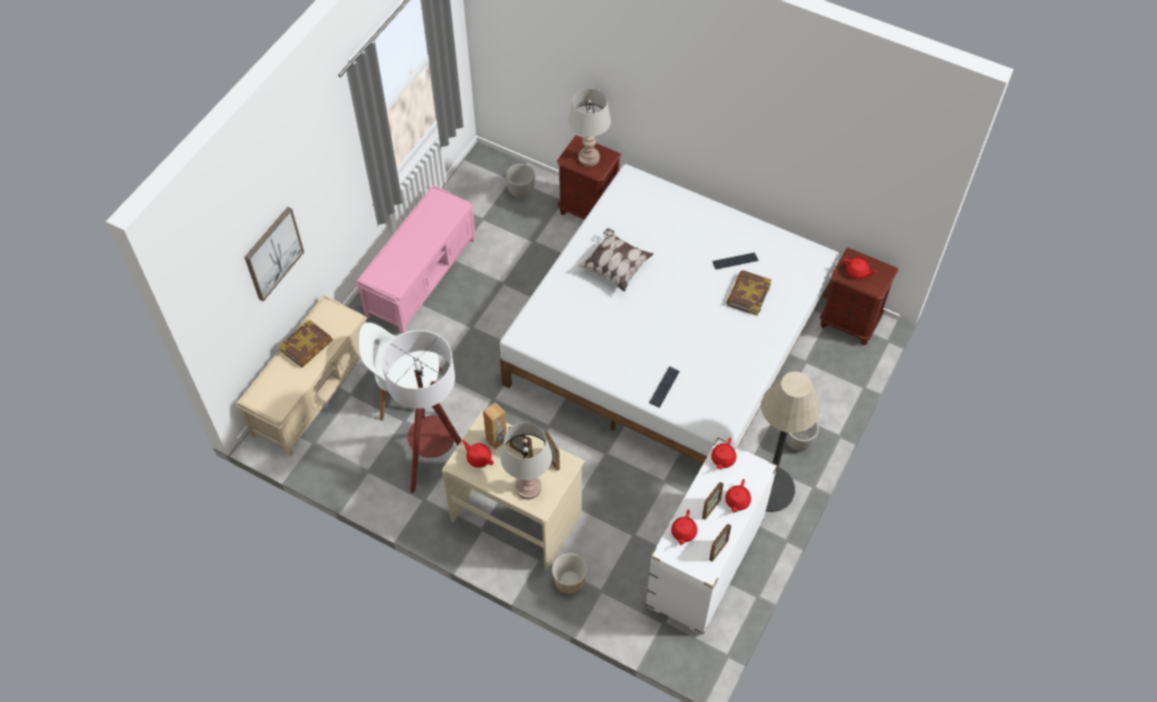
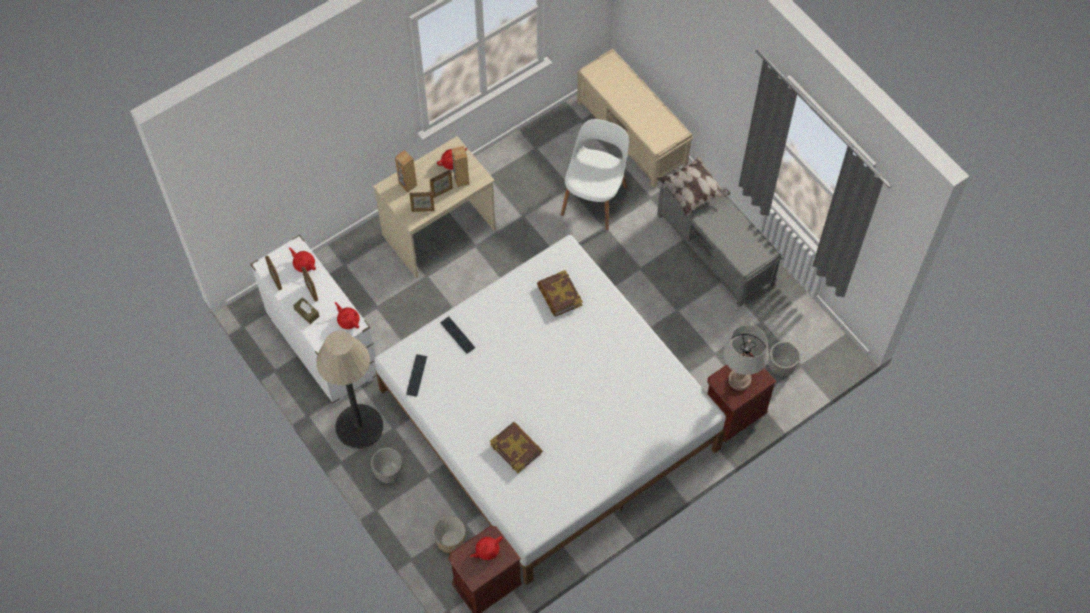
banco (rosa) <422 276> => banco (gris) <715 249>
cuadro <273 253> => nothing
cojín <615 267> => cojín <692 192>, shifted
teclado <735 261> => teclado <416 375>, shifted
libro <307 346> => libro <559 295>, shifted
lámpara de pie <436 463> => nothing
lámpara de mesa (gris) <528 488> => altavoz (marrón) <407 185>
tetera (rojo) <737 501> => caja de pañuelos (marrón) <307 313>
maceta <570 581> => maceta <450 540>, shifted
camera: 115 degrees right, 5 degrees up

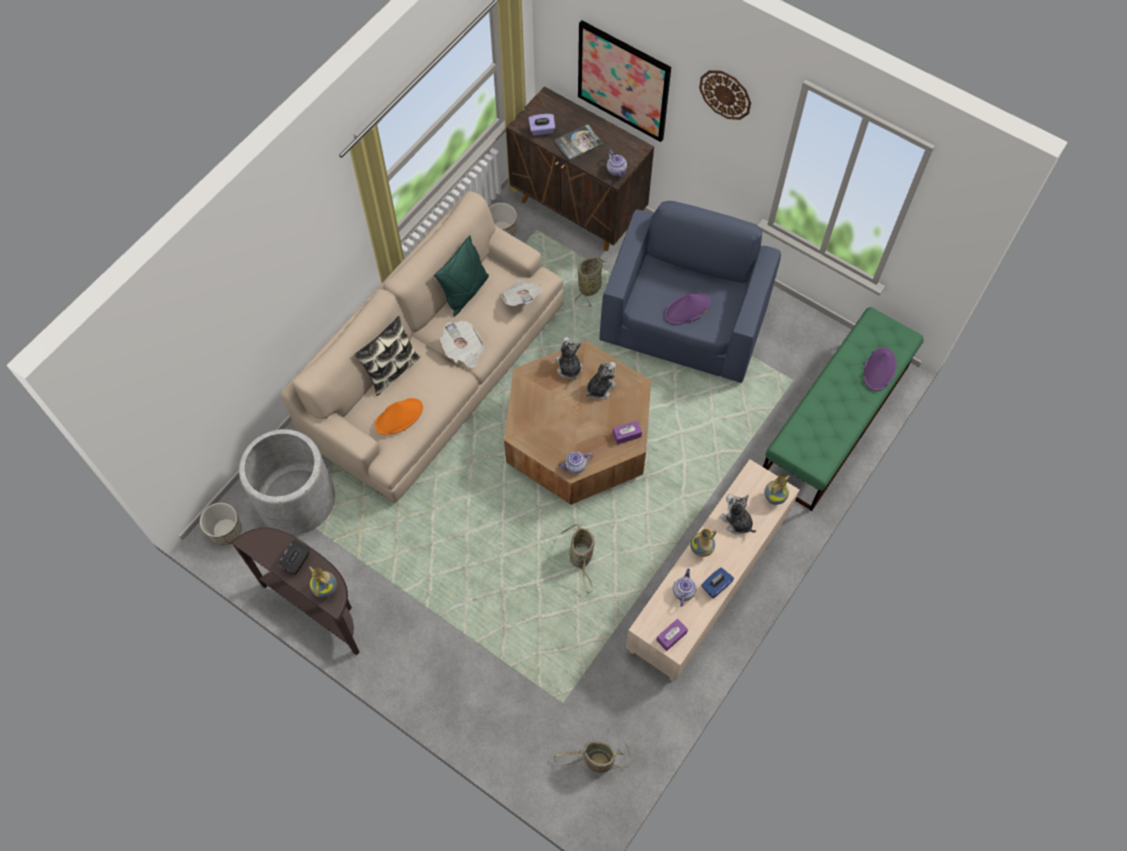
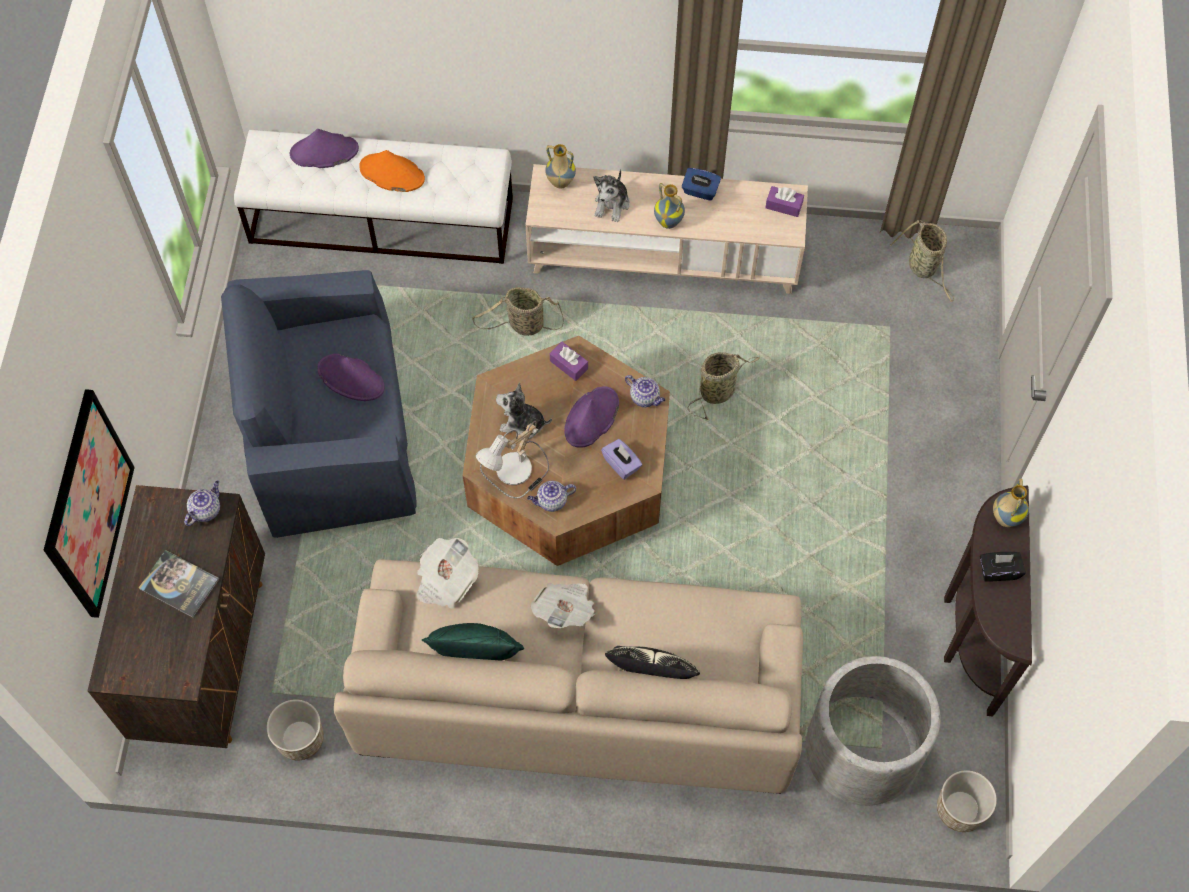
reloj de pared <725 94> => nothing
caja de pañuelos (morado) <542 130> => caja de pañuelos (morado) <621 464>, shifted
cesta <590 286> => cesta <523 325>, shifted
banco (verde) <834 422> => banco (blanco) <382 220>
peluche <569 367> => lámpara de mesa <514 473>
sombrero (naranja) <399 417> => sombrero (naranja) <391 173>, shifted
tetera <683 591> => tetera <551 501>, shifted
nothing => sombrero (morado) <591 418>
camera: 120 degrees left, 0 degrees up

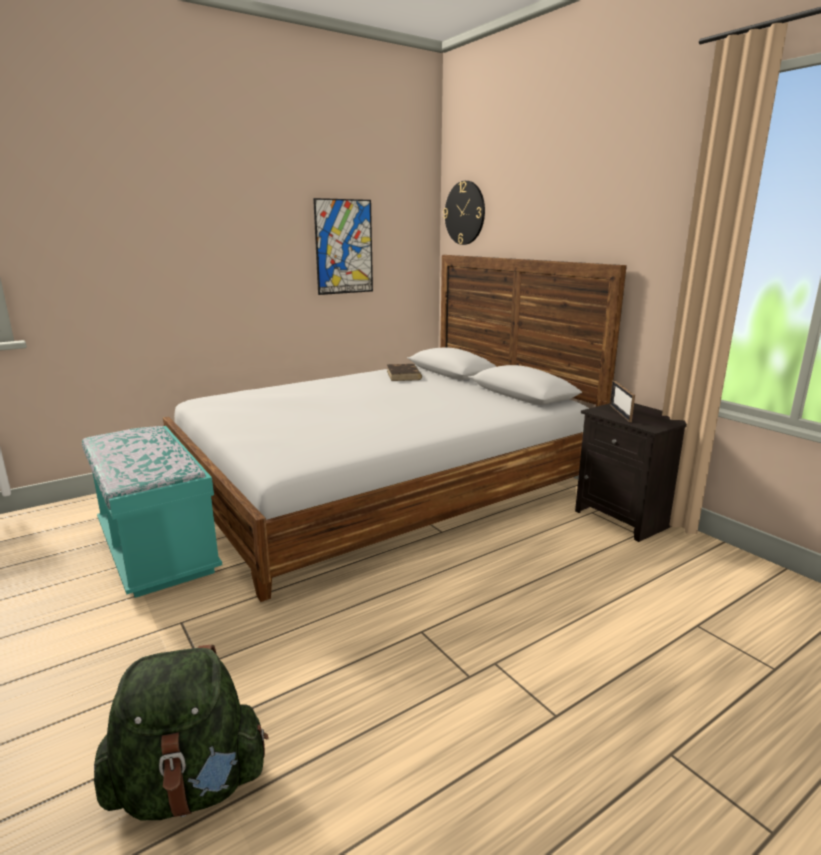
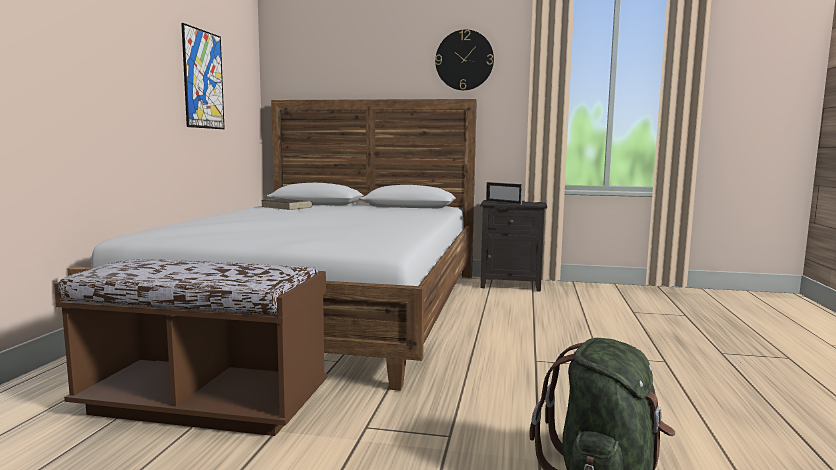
reloj de pared <465 213> => reloj de pared <464 60>, shifted
banco (turquesa) <157 549> => banco (marrón) <204 404>
camera: 45 degrees left, 10 degrees down

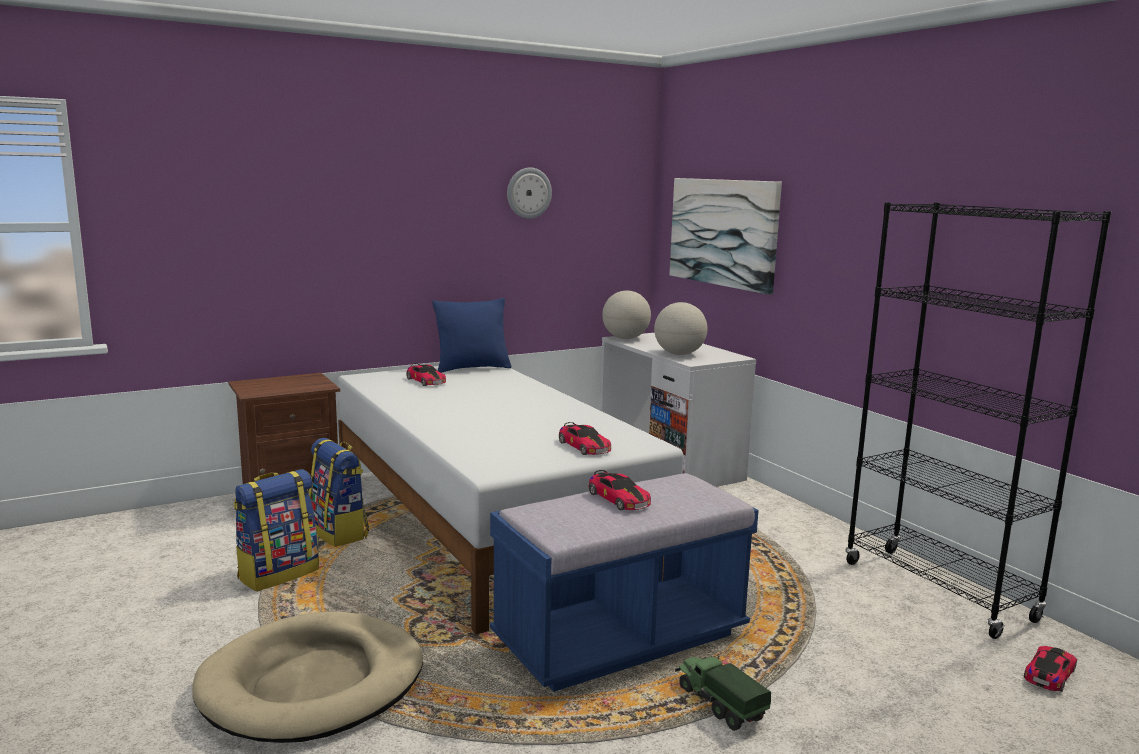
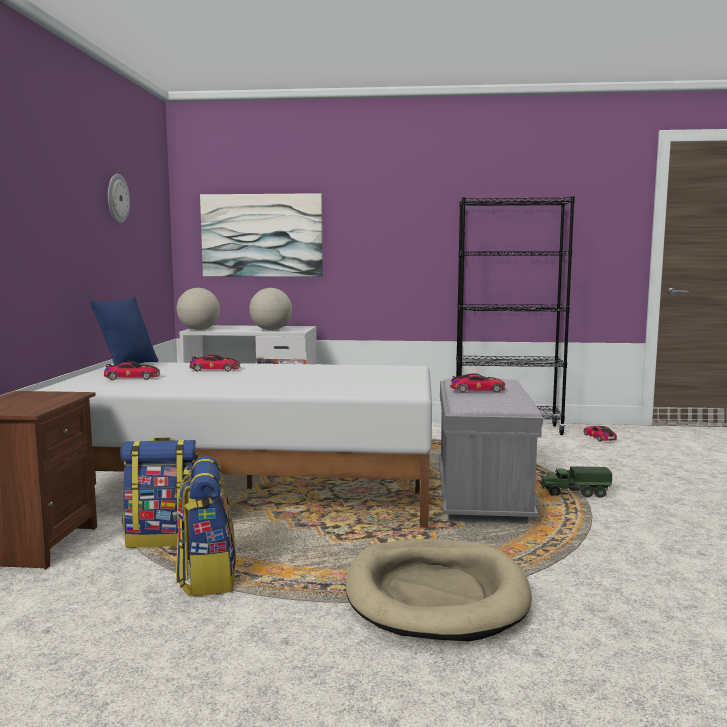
coche de juguete <584 446> => coche de juguete <215 369>, shifted
banco (azul) <620 640> => banco (gris) <481 495>
camera: 55 degrees left, 5 degrees down

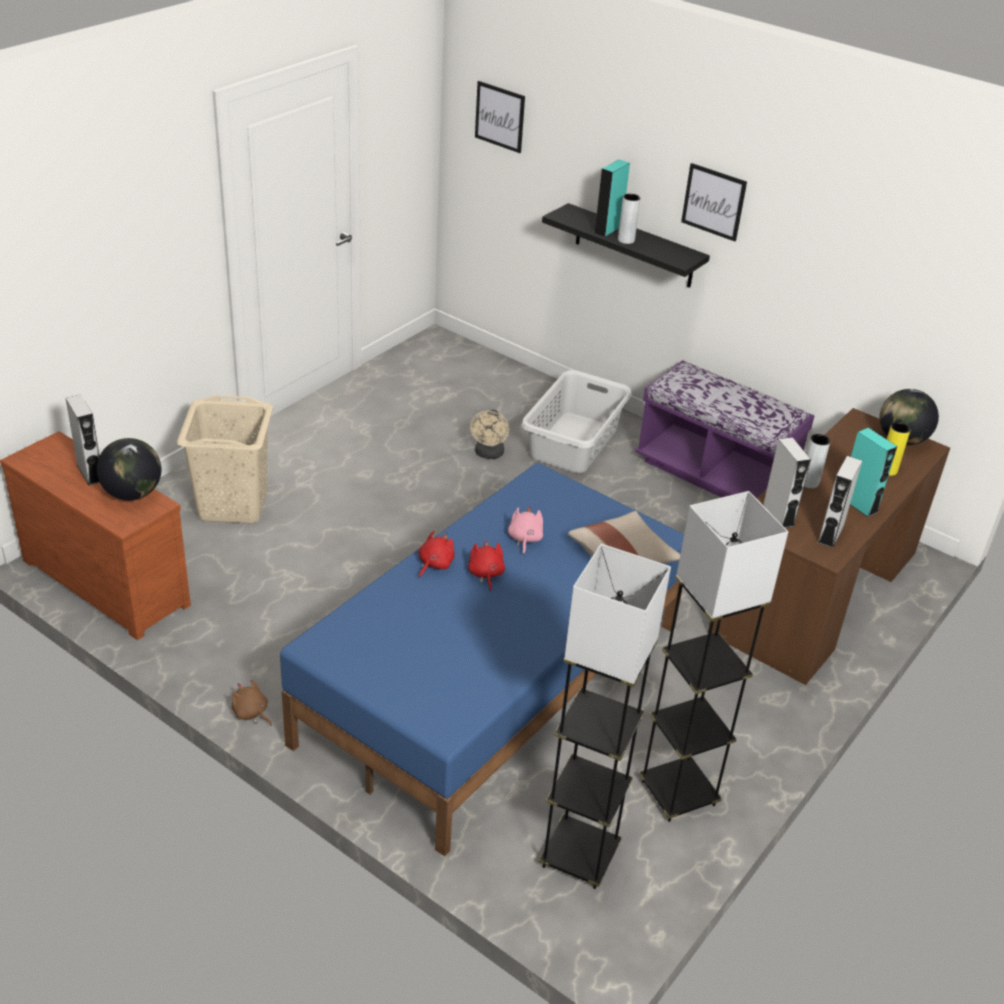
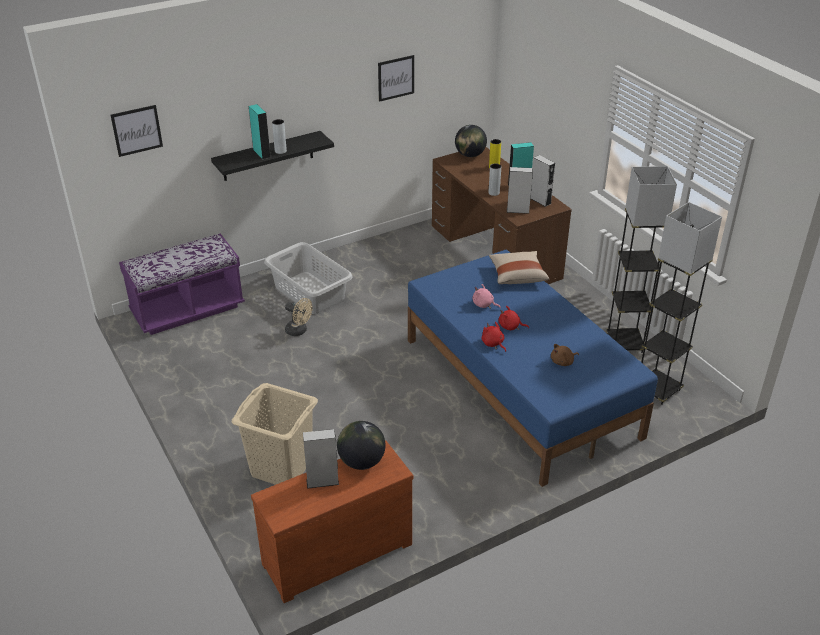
cuadro <713 202> => cuadro <396 78>, shifted
banco (morado) <714 474> => banco (morado) <187 310>, shifted
peluche (marrón) <251 713> => peluche (marrón) <563 362>, shifted
camera: 65 degrees left, 0 degrees up

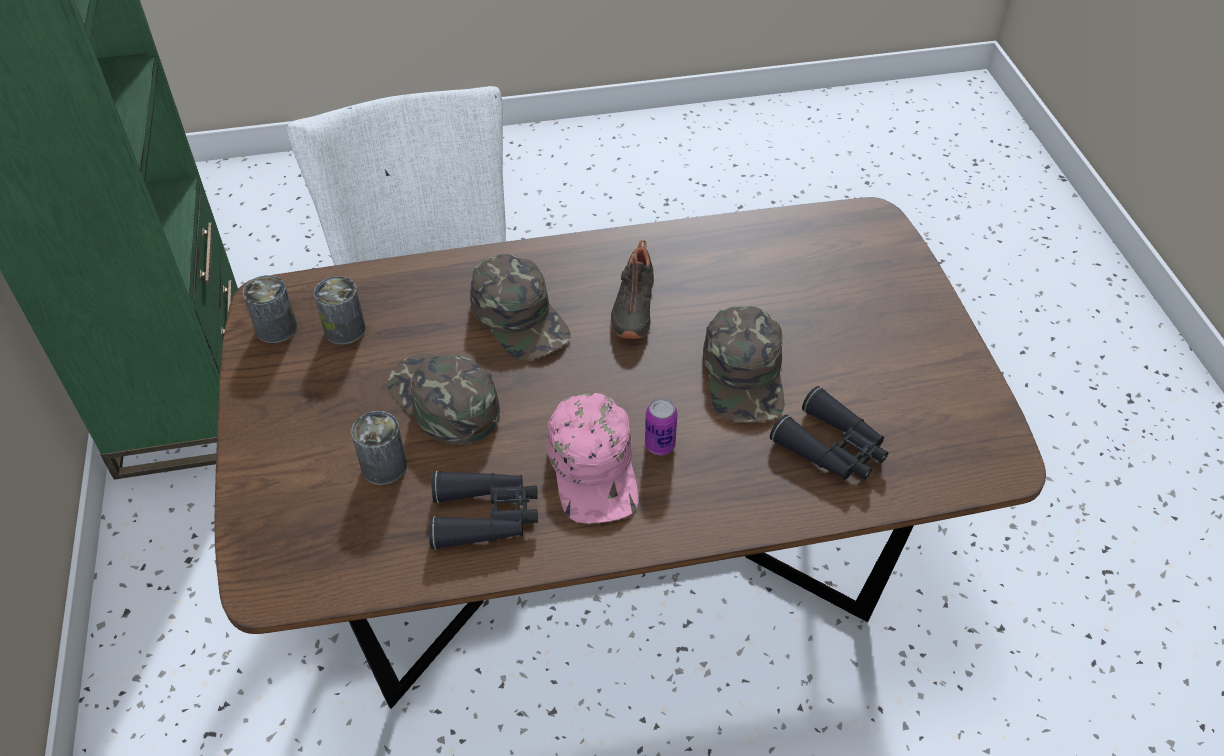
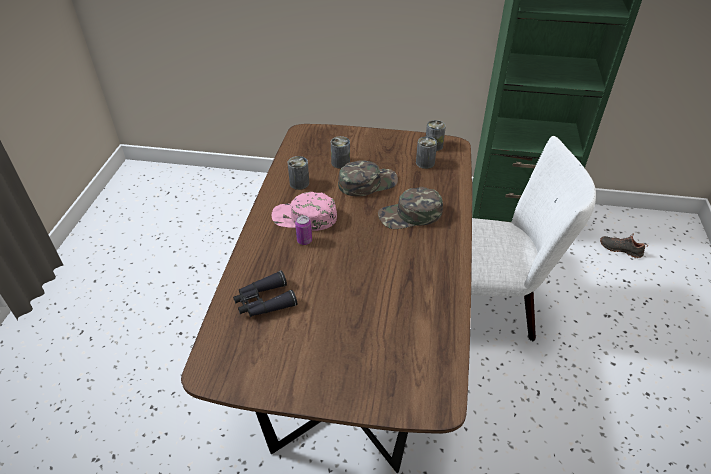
zapato (negro) <632 307> => zapato (negro) <620 249>, shifted
gorra (verde) <745 375> => nothing
prismáticos (negro) <486 516> => lata <299 183>
camera: 110 degrees right, 5 degrees down

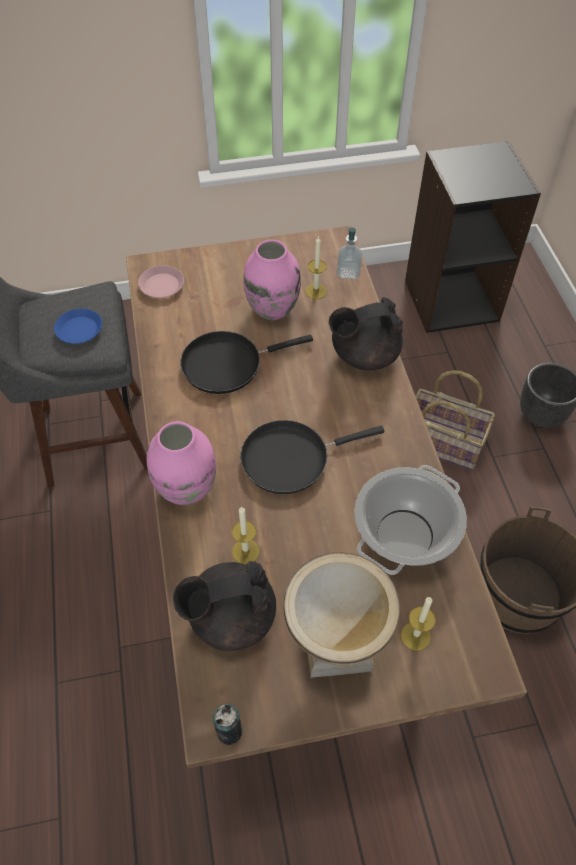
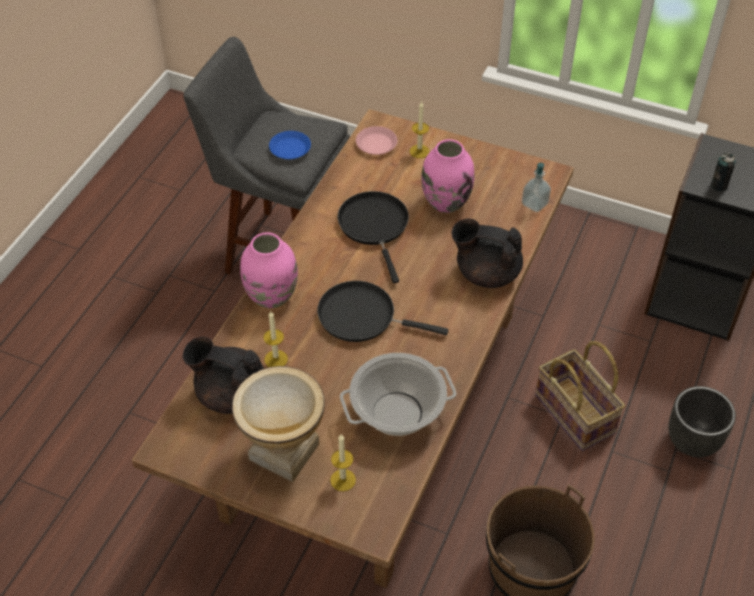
vela <316 291> => vela <419 151>, shifted
sartén (negro) <227 364> => sartén (negro) <375 226>, 60 degrees clockwise
lata <229 731> => lata <719 185>, shifted
camera: 35 degrees right, 5 degrees down

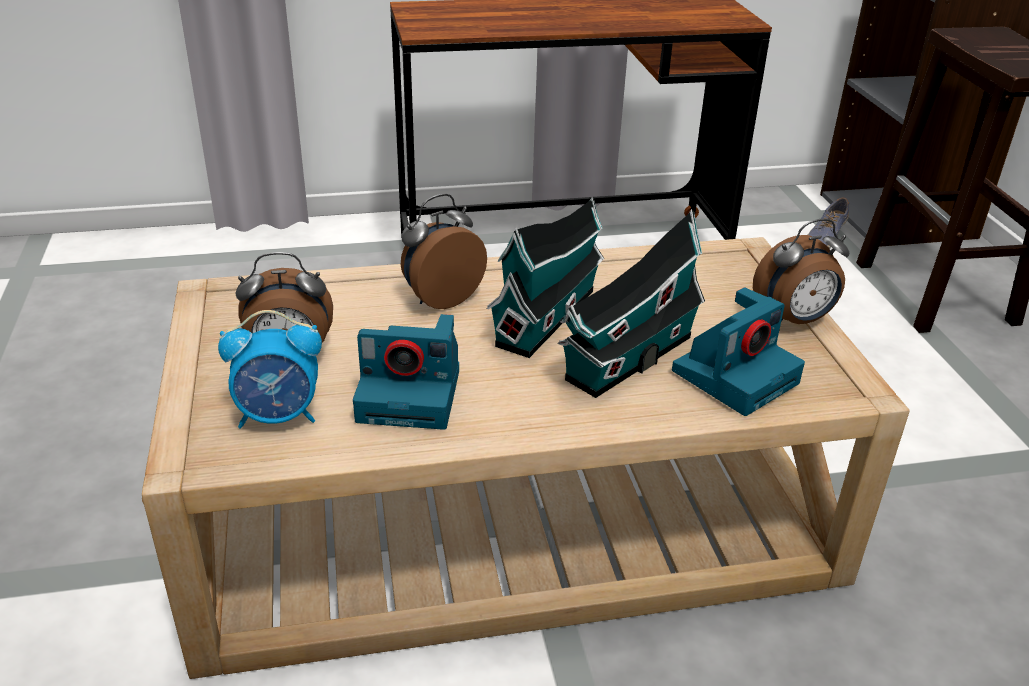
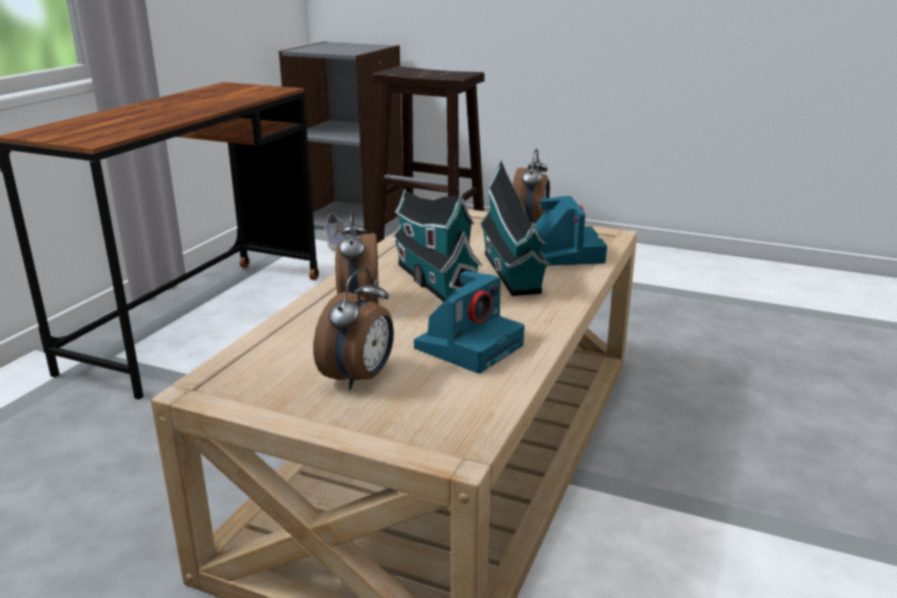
despertador <279 416> => nothing
camera: 55 degrees left, 10 degrees down

